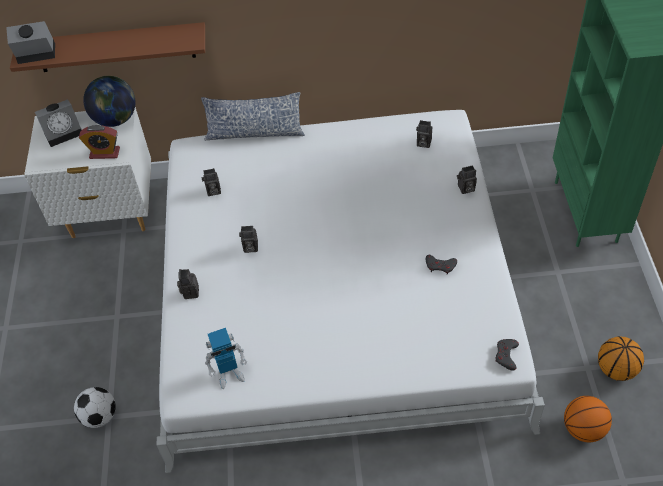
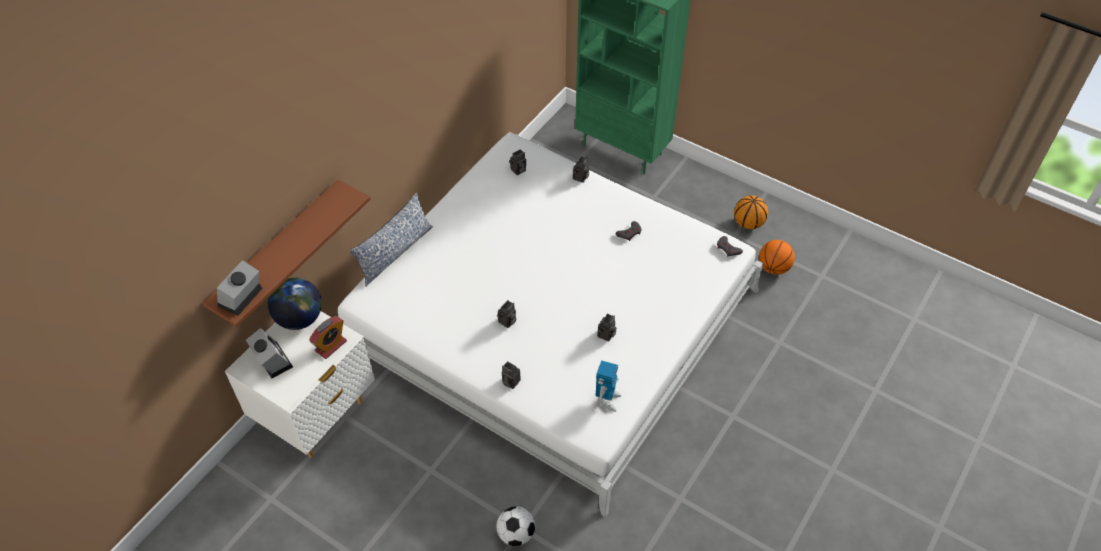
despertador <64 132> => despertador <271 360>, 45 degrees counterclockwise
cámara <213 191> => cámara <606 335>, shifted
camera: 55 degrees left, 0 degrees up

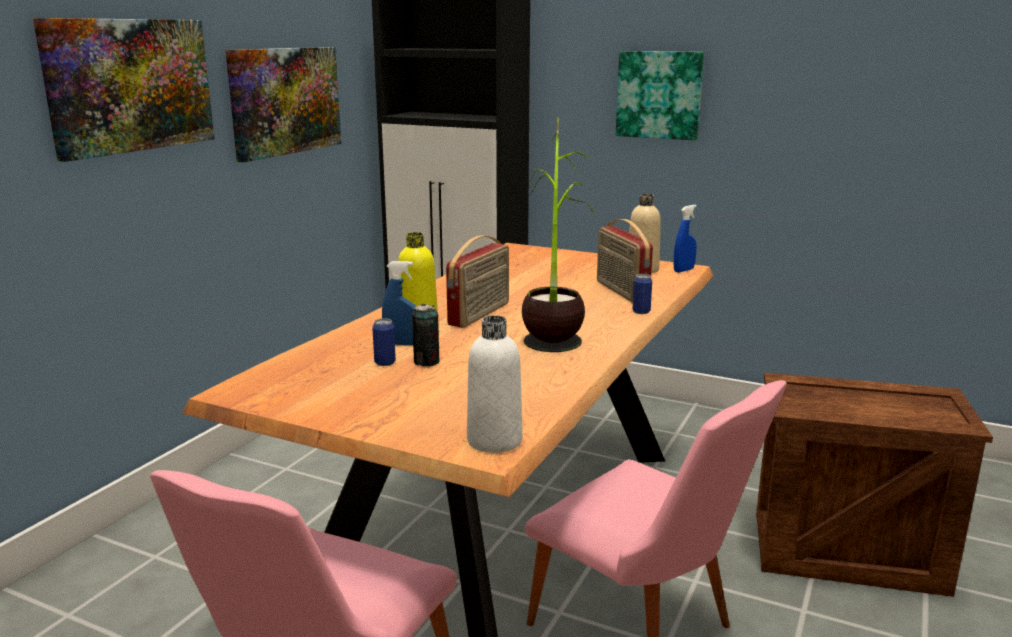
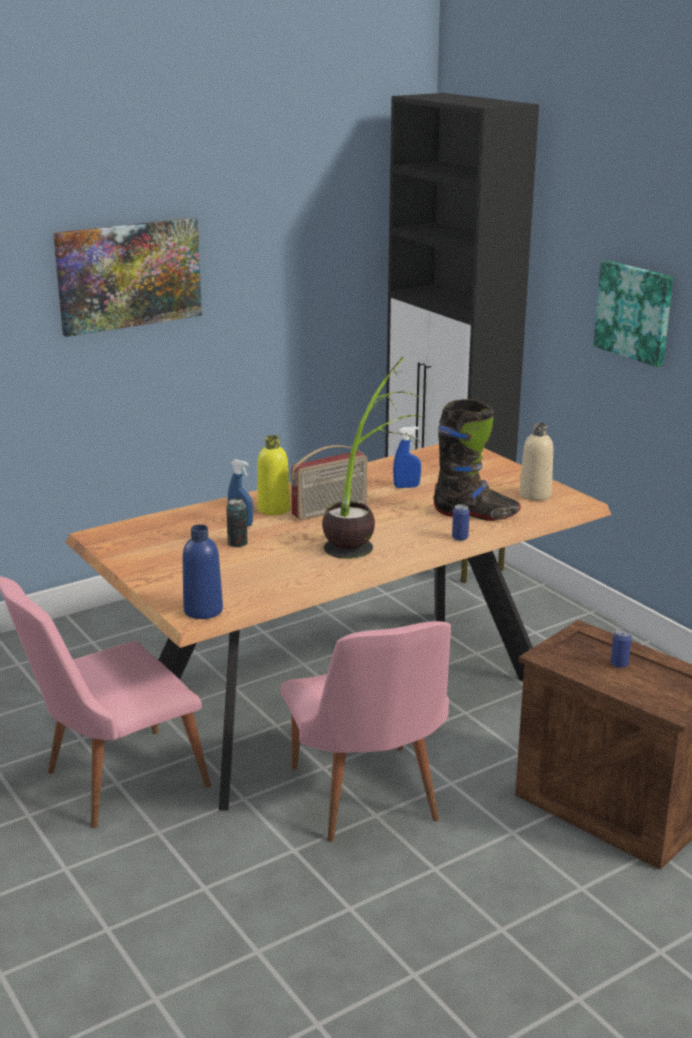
cuadro <285 101> => nothing
pulverizador (azul) <683 270> => pulverizador (azul) <406 487>, shifted
radio <621 292> => bota (negro) <476 514>
botella (blanco) <494 441> => botella (azul) <203 610>
lata <385 363> => lata <619 664>, shifted
camera: 30 degrees right, 5 degrees up

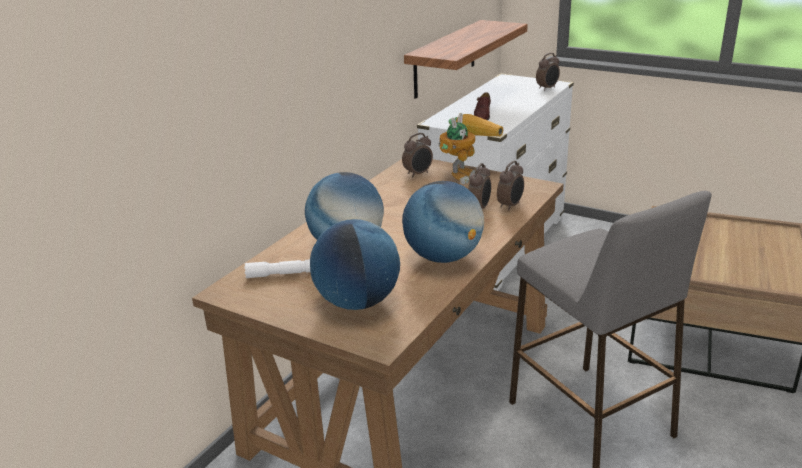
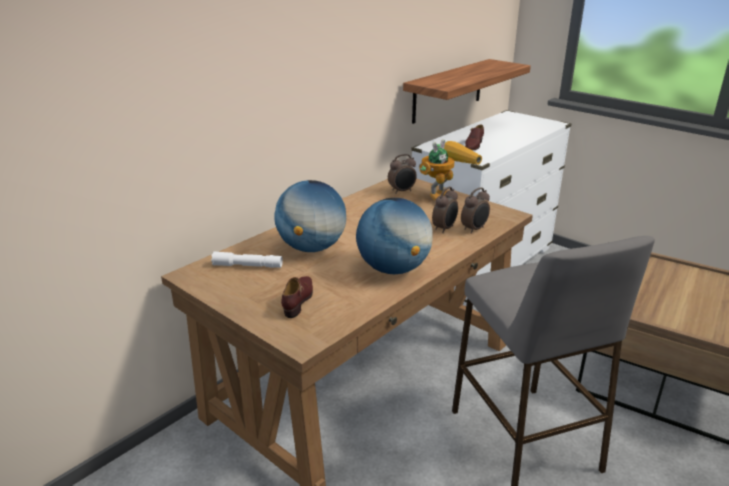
despertador <547 88> => nothing
globo terráqueo <357 302> => zapato (marrón) <299 300>
camera: 10 degrees right, 0 degrees up

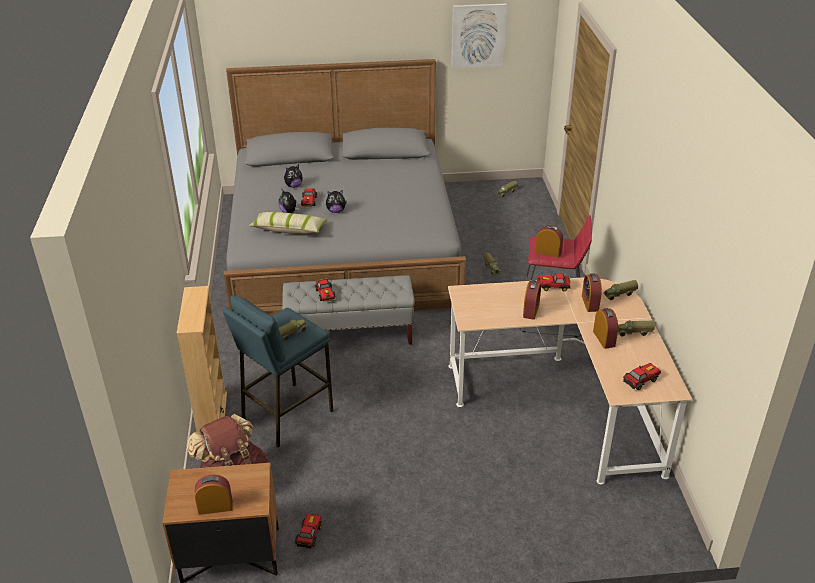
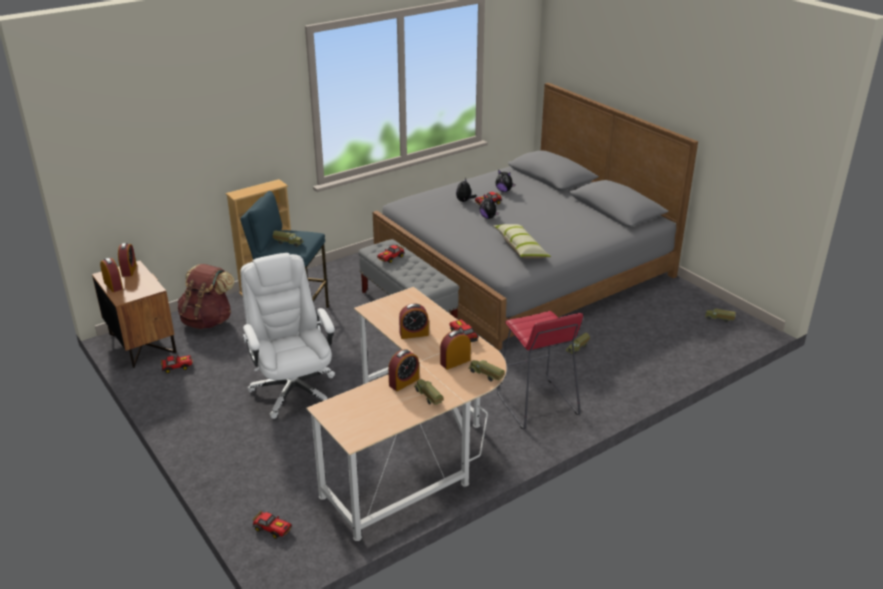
cuadro <478 35> => nothing
cojín <289 230> => cojín <521 248>, shifted
despertador <548 252> => despertador <129 270>, shifted
coche de juguete <641 380> => coche de juguete <273 529>, shifted
nothing => silla de oficina (blanco) <293 389>
camera: 60 degrees right, 5 degrees down

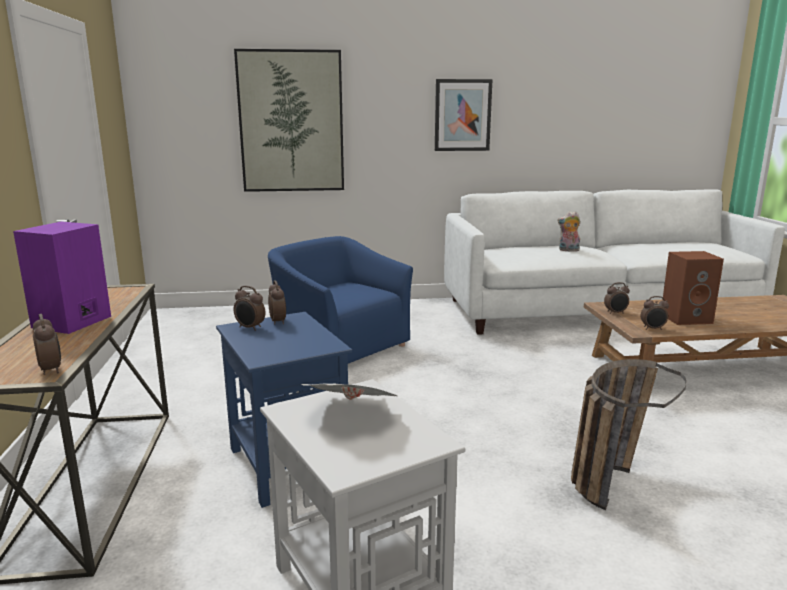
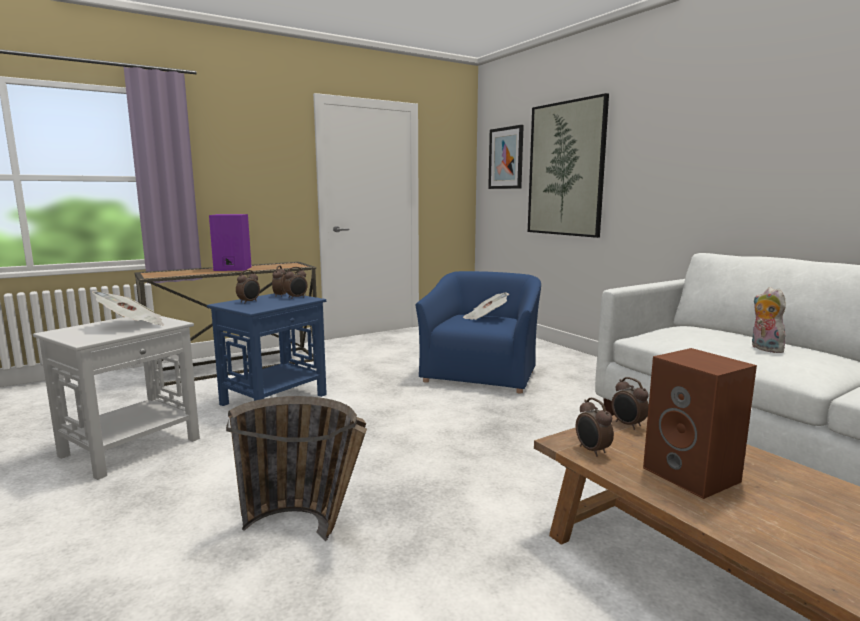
cuadro <462 115> => cuadro <506 158>, shifted
despertador <51 370> => despertador <249 302>, shifted
nothing => periódico <485 318>
camera: 65 degrees right, 5 degrees down

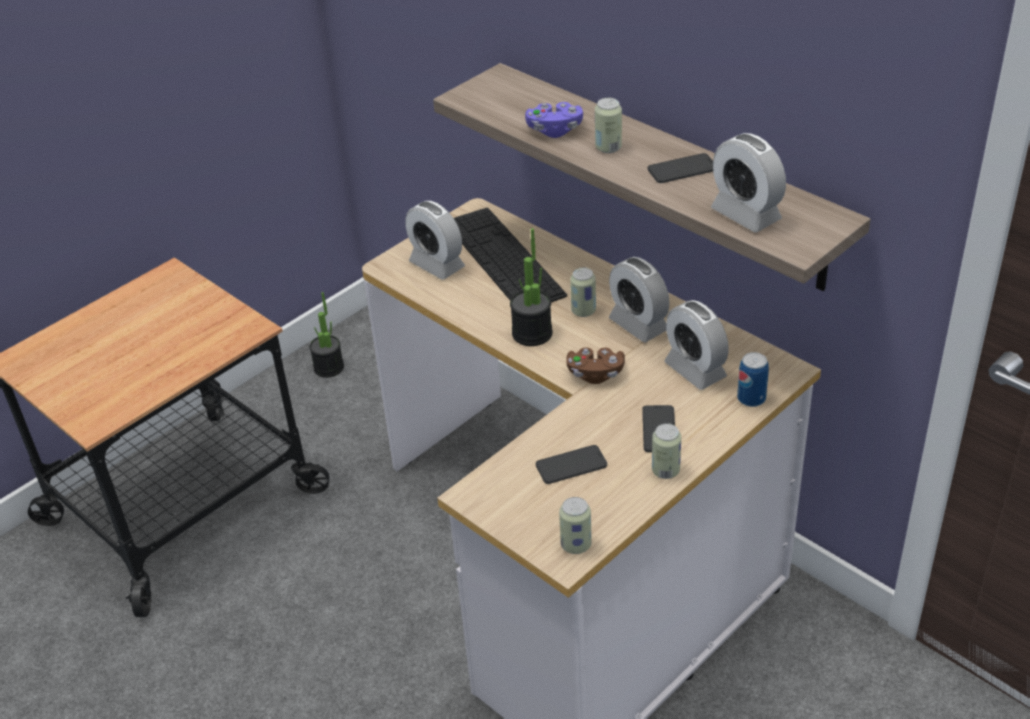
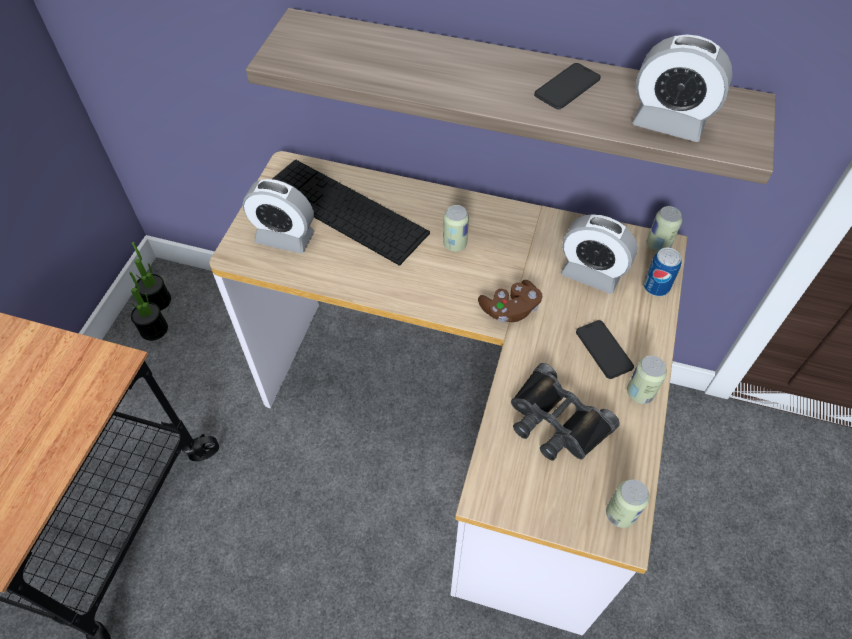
lata <608 148> => lata <658 245>, shifted
mando de consola (morado) <554 130> => nothing
planta en maceta <532 333> => planta en maceta <157 300>, shifted
despertador <638 325> => nothing
móvil <571 465> => prismáticos (negro) <555 421>
camera: 30 degrees left, 15 degrees up

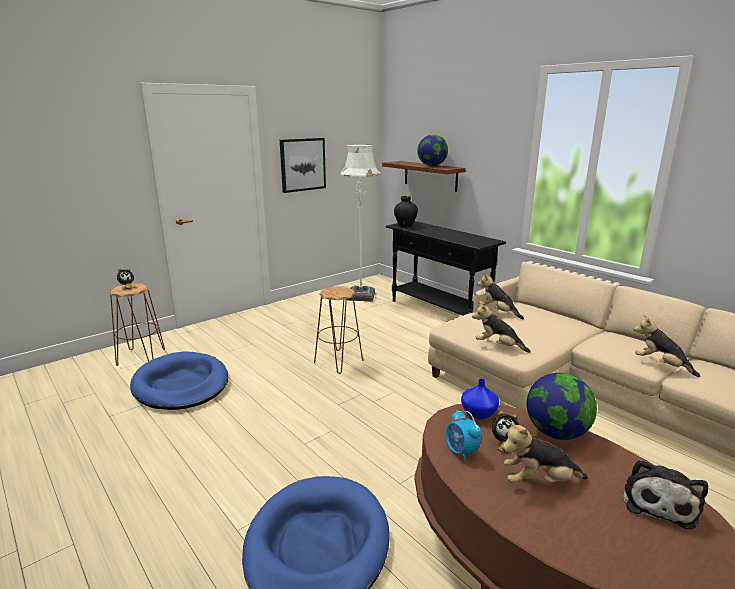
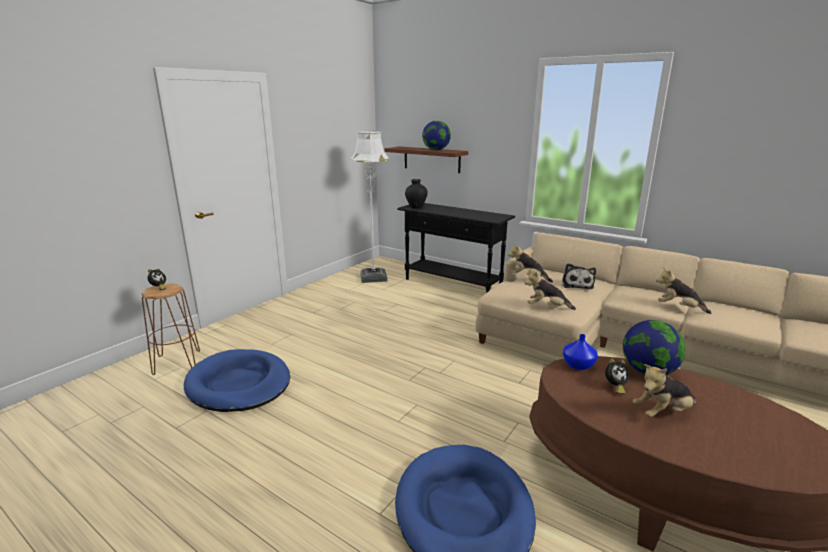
cuadro <302 164> => nothing
taburete (marrón) <338 361> => nothing
despertador <461 452> => nothing
peluche <659 502> => peluche <577 284>, shifted
camera: 15 degrees left, 0 degrees up

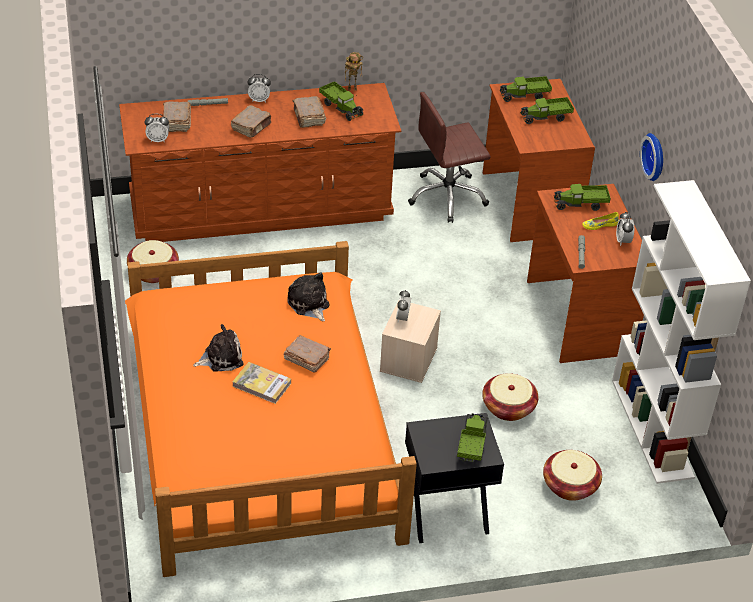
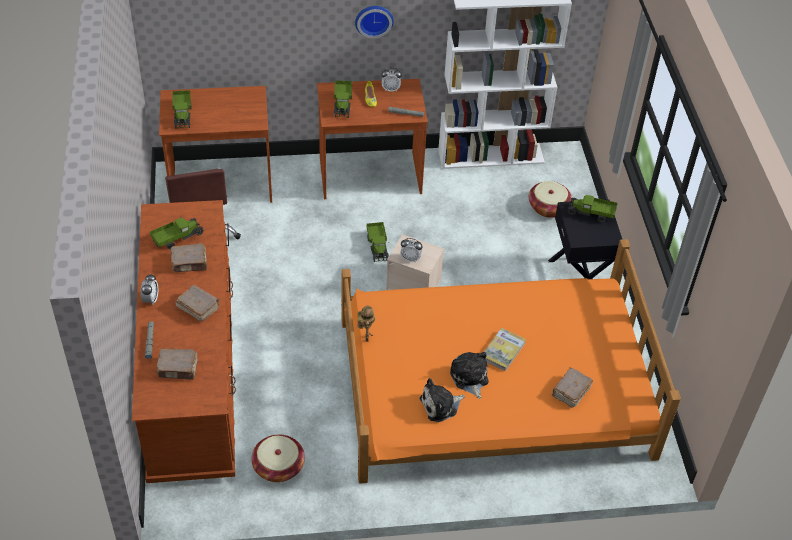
robot de juguete <352 88> => robot de juguete <365 337>, shifted
camión de juguete <546 117> => camión de juguete <378 246>, shifted
despertador <158 140> => nothing
peluche <309 304> => peluche <440 405>, shifted
libro (marrón) <306 359> => libro (marrón) <570 392>, shifted
cesta <508 407> => nothing
camera: 85 degrees left, 5 degrees up

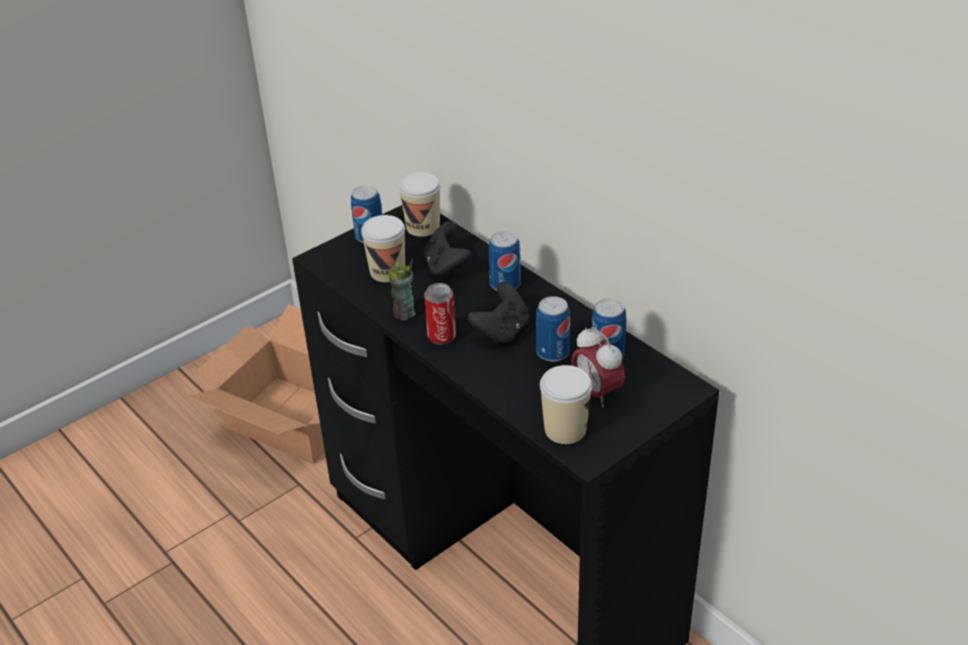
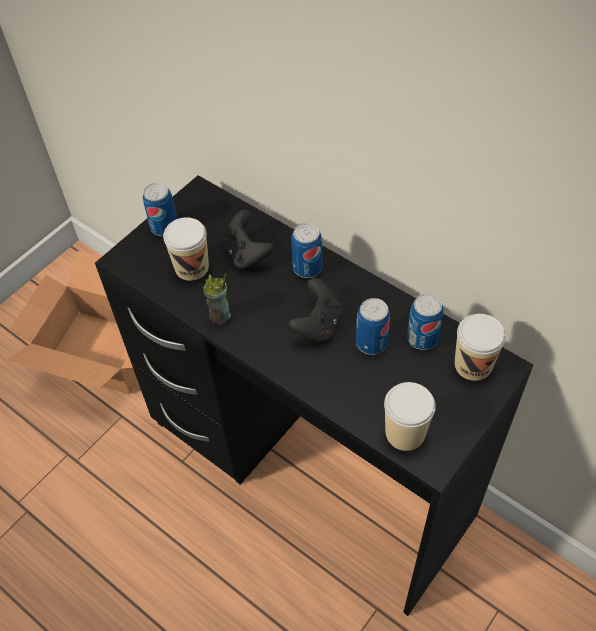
taza <423 227> => taza <473 365>, shifted
lata <441 337> => nothing
despertador <596 393> => nothing
camera: 10 degrees left, 15 degrees up

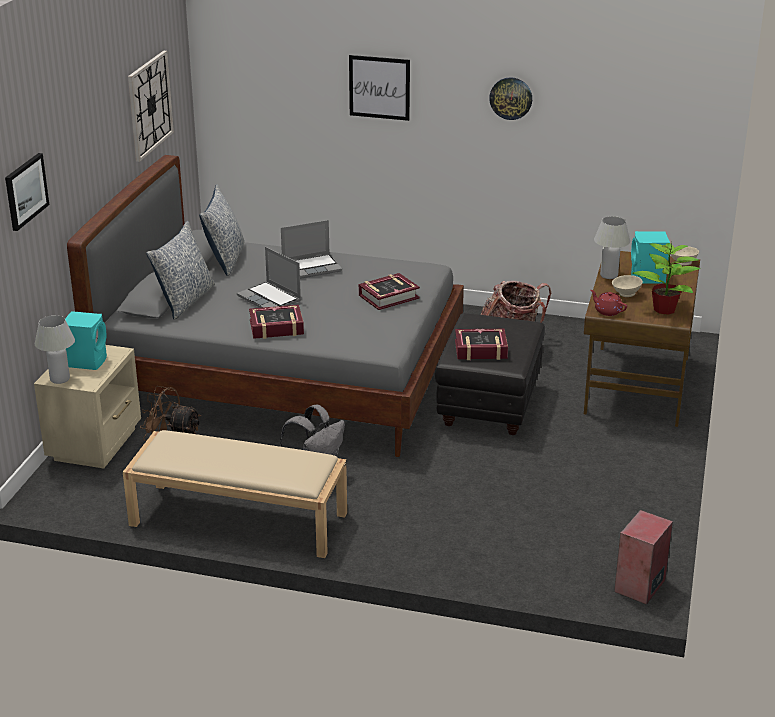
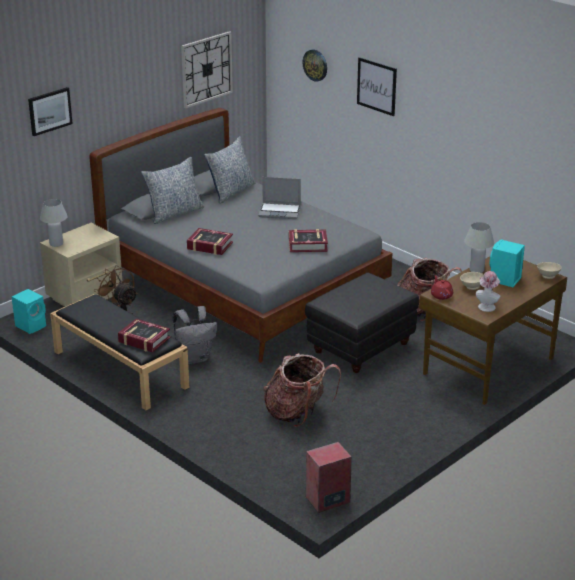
reloj de pared <511 98> => reloj de pared <315 65>, shifted
planta en maceta <665 309> => sombrero <487 306>
portátil <270 299> => nothing
altavoz (turquesa) <87 361> => altavoz (turquesa) <32 326>, shifted
libro <480 350> => libro <144 340>, shifted
banco (beis) <237 519> => banco (negro) <119 369>
nothing => mochila <298 413>
camera: 30 degrees right, 0 degrees up

